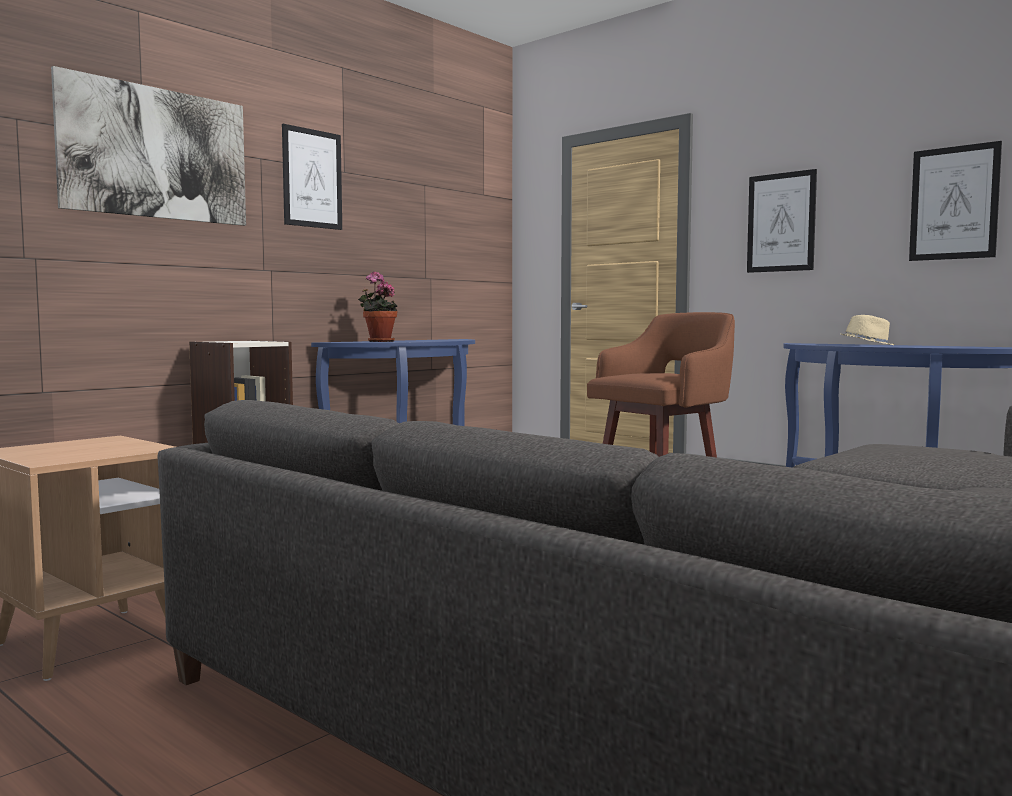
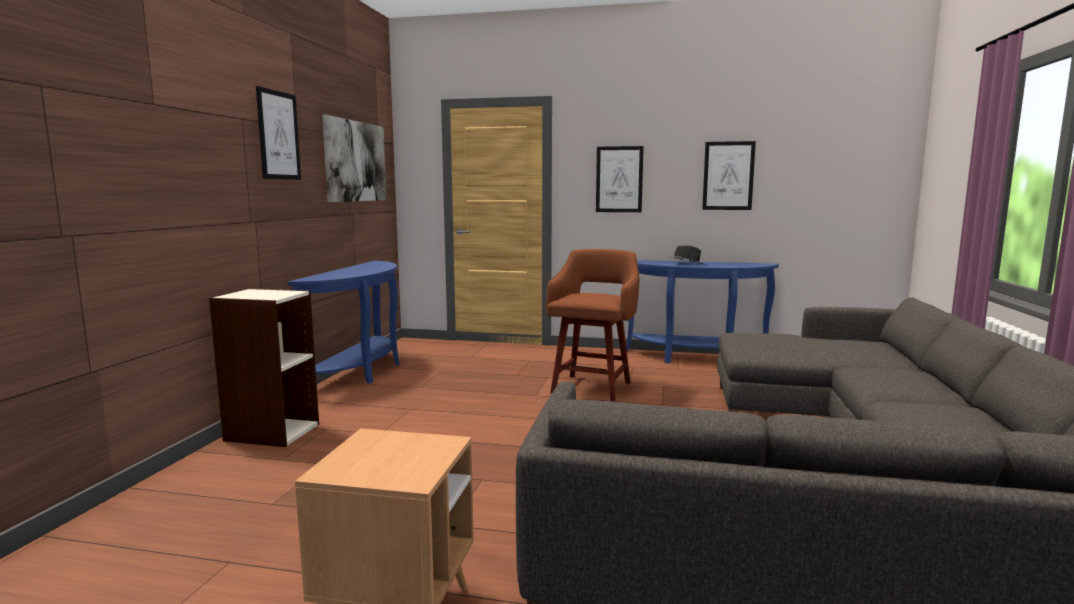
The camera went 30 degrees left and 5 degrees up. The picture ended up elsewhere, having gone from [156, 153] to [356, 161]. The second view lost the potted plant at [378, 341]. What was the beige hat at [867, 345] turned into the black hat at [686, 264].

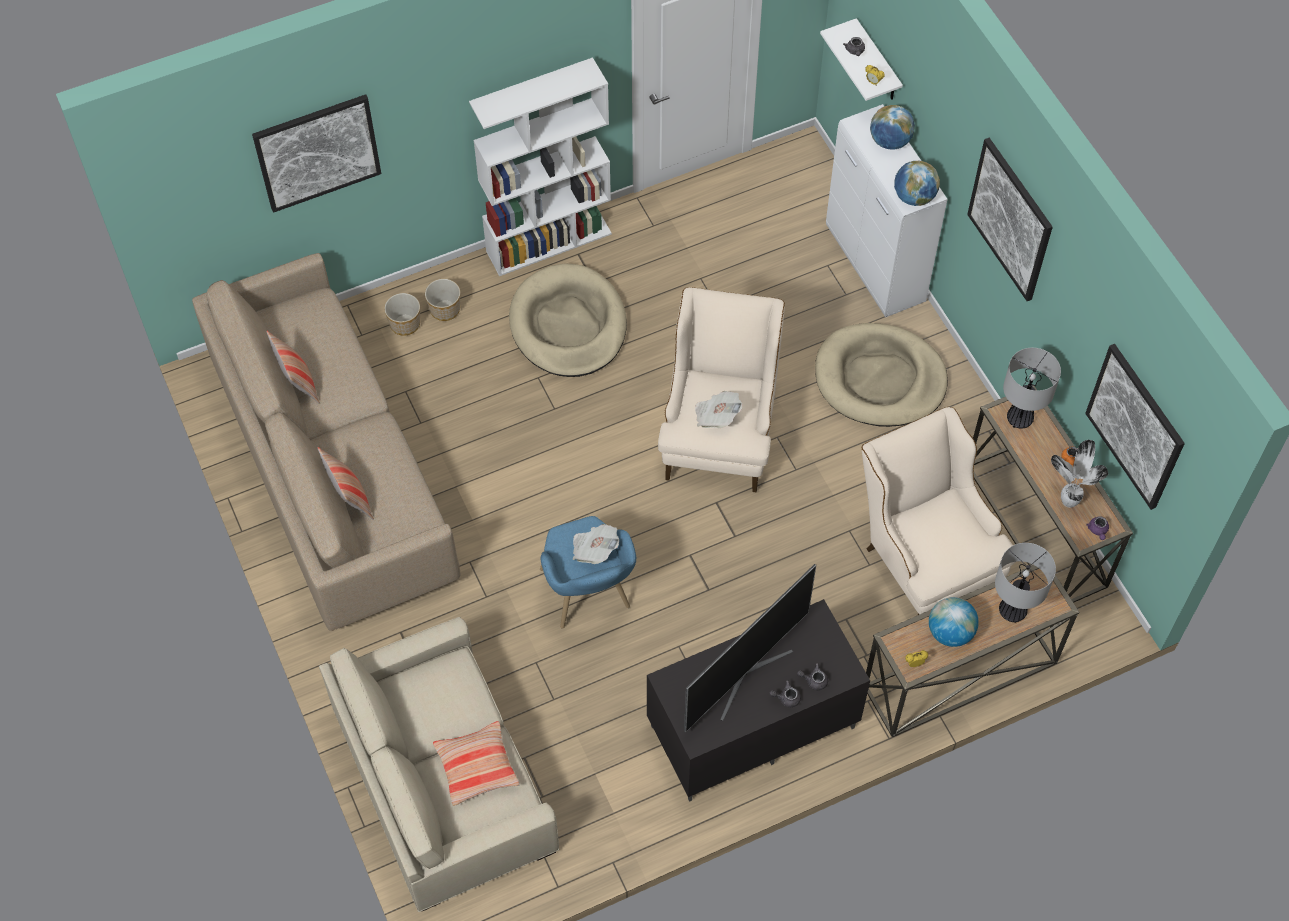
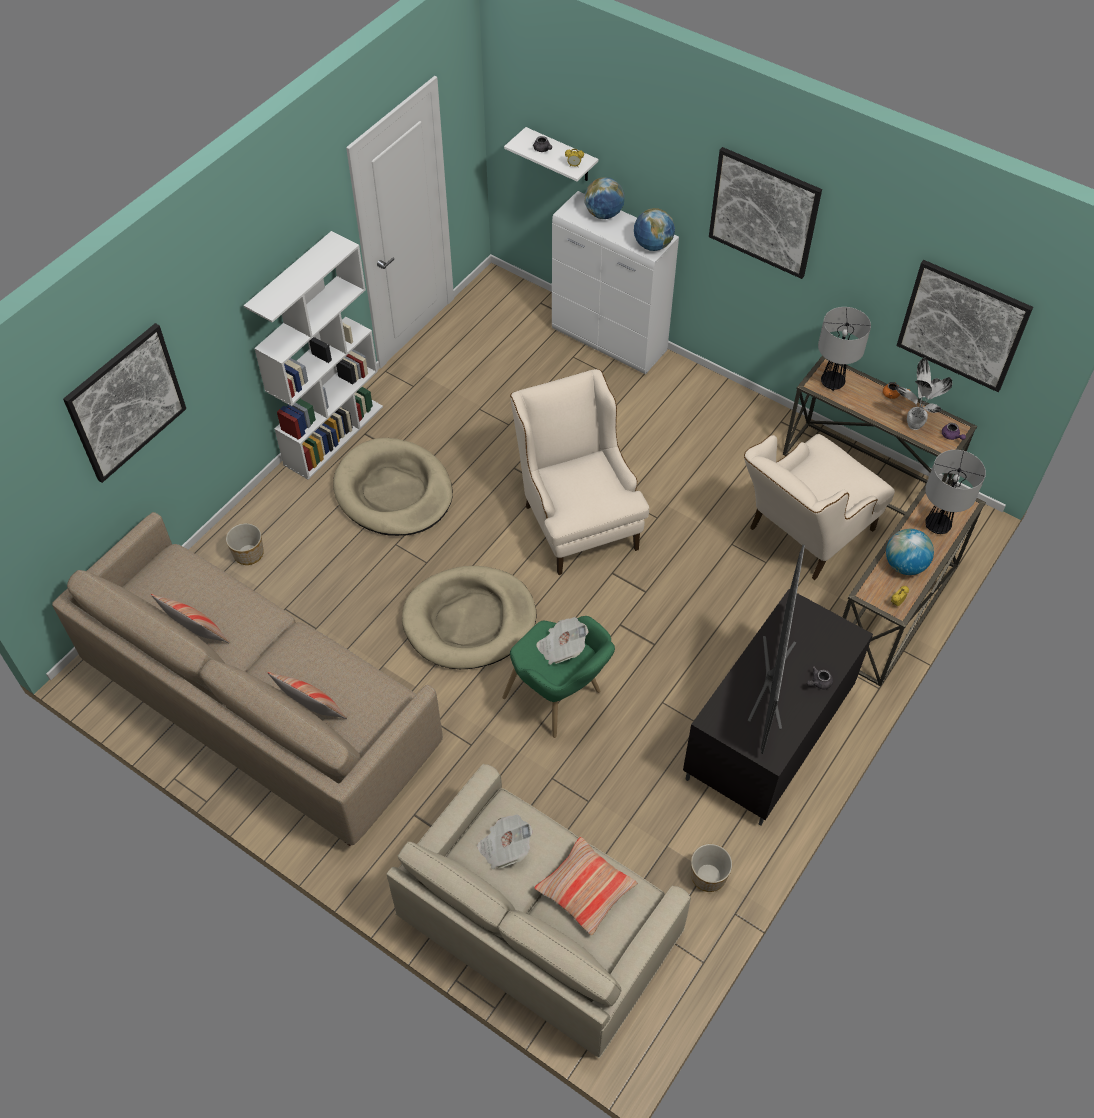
The camera went 30 degrees left and 5 degrees down. The planter ended up elsewhere, having gone from [444, 309] to [708, 876]. The beige dog bed ended up elsewhere, having gone from [879, 379] to [469, 620]. The newspaper ended up elsewhere, having gone from [716, 416] to [504, 847]. The beige armchair at [925, 557] ended up facing another way, 75 degrees counterclockwise from before. What was the blue armchair at [588, 599] turned into the green armchair at [561, 702]. The second view lost the grey teapot at [813, 680].

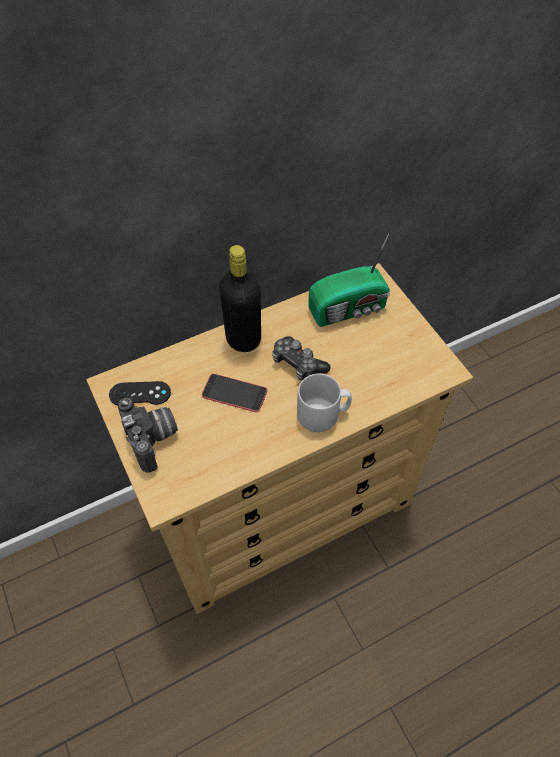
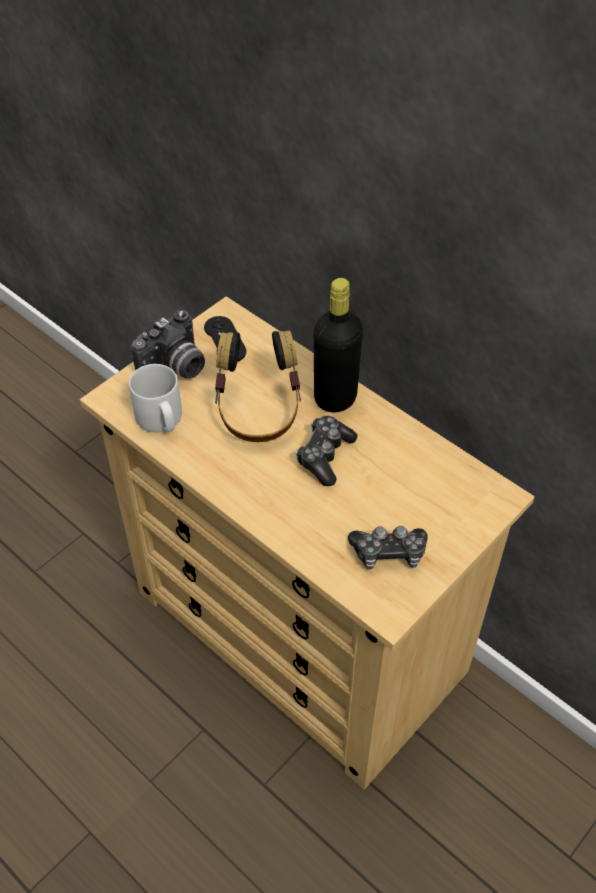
The camera went 70 degrees right and 5 degrees down. The second view lost the radio at [350, 309]. Where the phone stood at [234, 393], the headphones came to stand at [258, 412]. The grey mug ended up elsewhere, having gone from [323, 414] to [161, 420]. The second view gained the game controller at [388, 553].

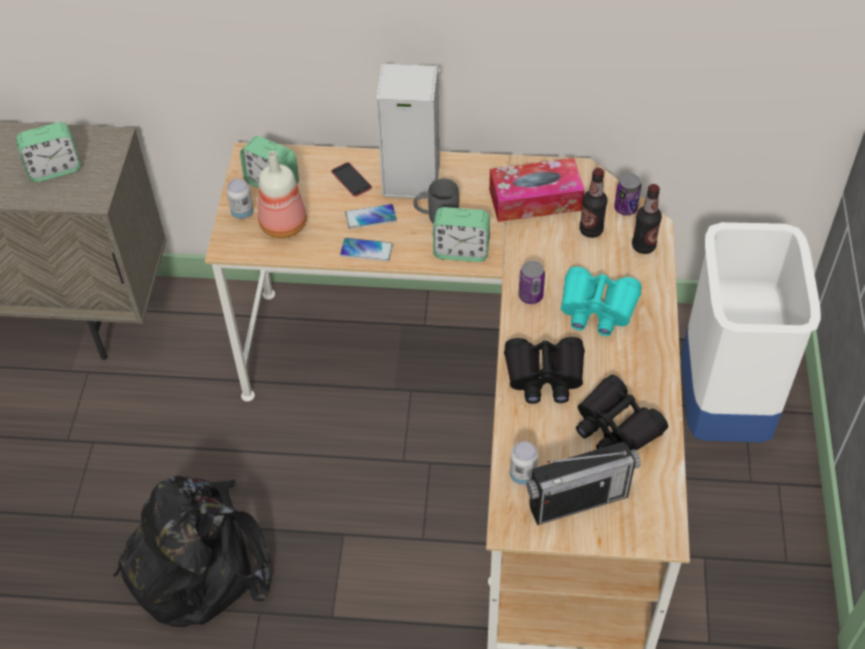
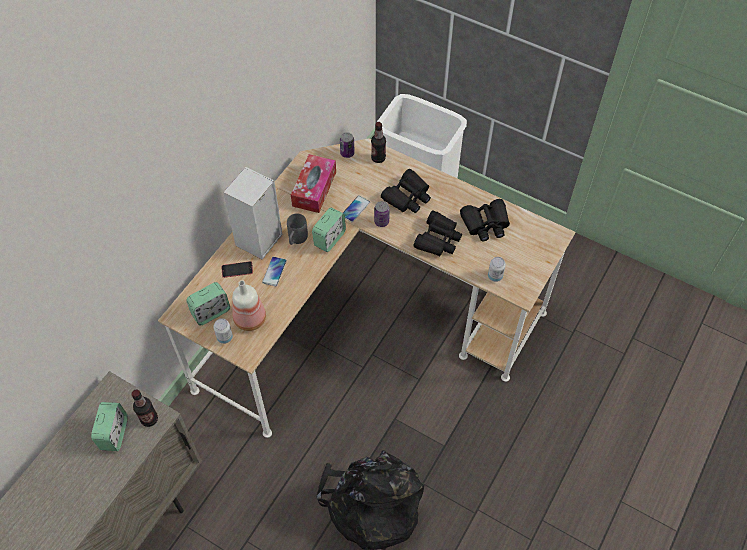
The camera went 65 degrees left and 5 degrees up. The bottle ended up elsewhere, having gone from [591, 230] to [149, 419]. The phone ended up elsewhere, having gone from [366, 250] to [355, 209]. What was the turquoise binoculars at [597, 308] turned into the black binoculars at [407, 197]. The second view lost the radio at [578, 501].

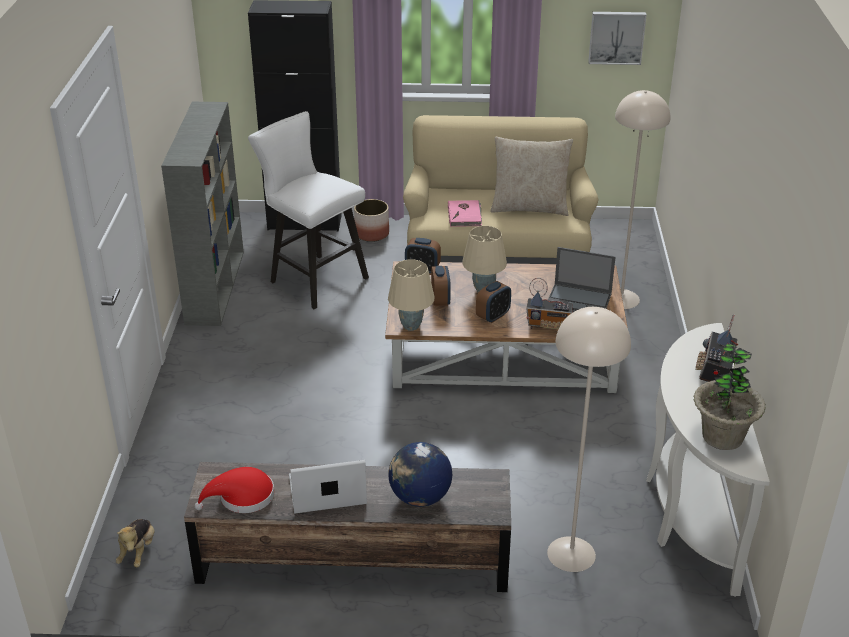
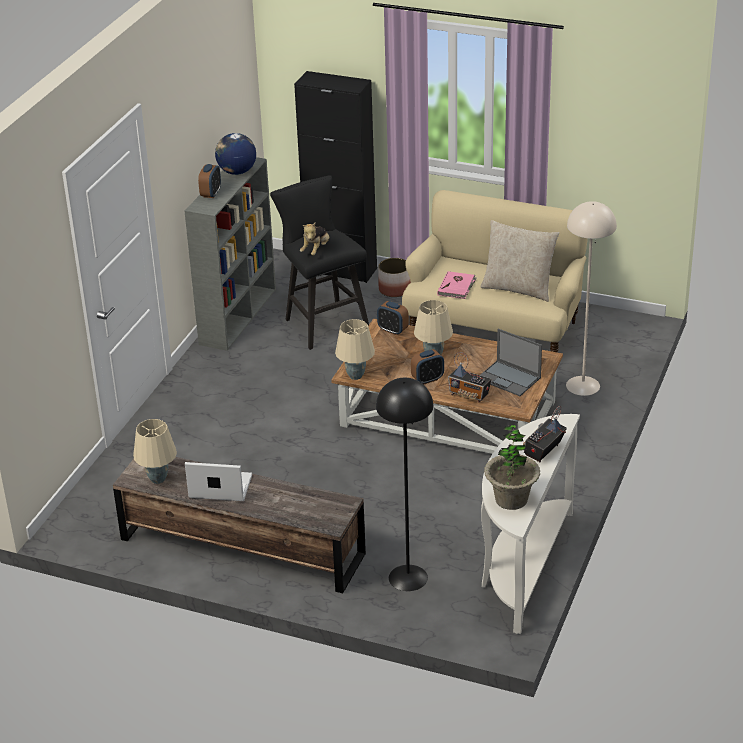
The camera went 20 degrees right and 0 degrees up. The second view lost the picture at [616, 37]. What was the white stool at [313, 278] turned into the black stool at [323, 322]. The alarm clock ended up elsewhere, having gone from [440, 300] to [211, 194]. What was the beige floor lamp at [570, 554] turned into the black floor lamp at [407, 578]. The globe ended up elsewhere, having gone from [420, 497] to [236, 172]. Where the red hat stood at [242, 497], the beige table lamp came to stand at [158, 479]. The plush toy ended up elsewhere, having gone from [138, 551] to [316, 250].

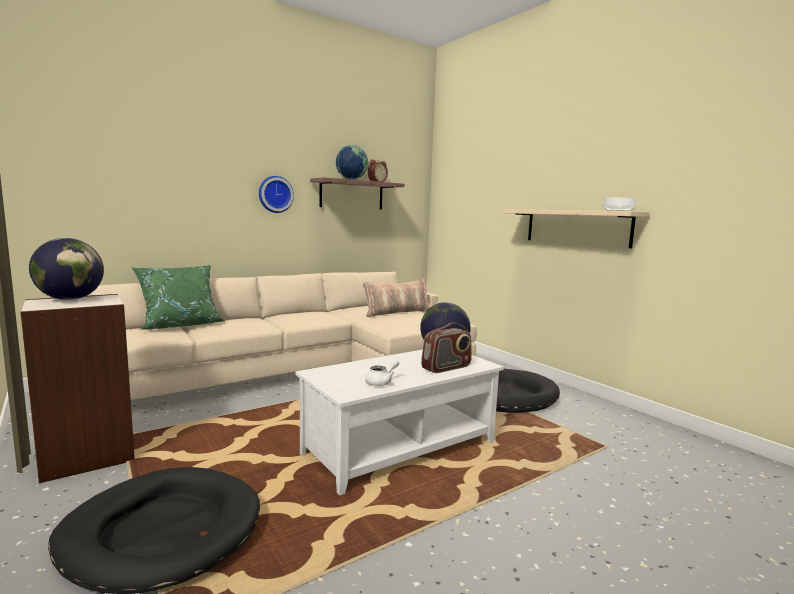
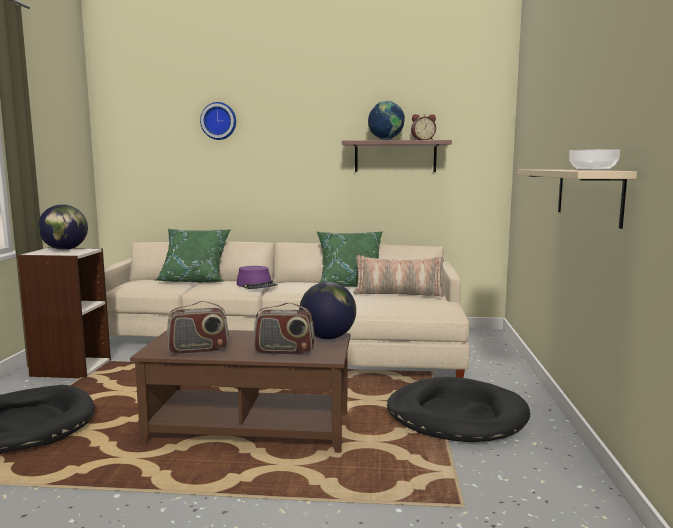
The camera went 40 degrees right and 0 degrees up. The wall clock ended up elsewhere, having gone from [275, 194] to [219, 121]. What was the white coffee table at [399, 448] turned into the brown coffee table at [250, 427]. Where the white teapot stood at [382, 382], the radio came to stand at [198, 350]. The second view gained the green pillow at [351, 285]. The second view gained the purple hat at [257, 285].

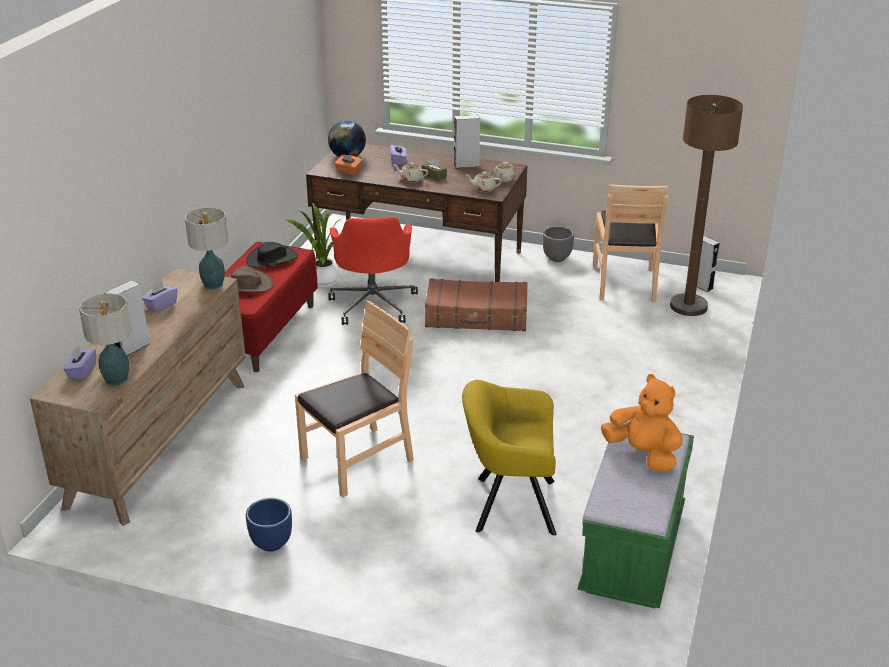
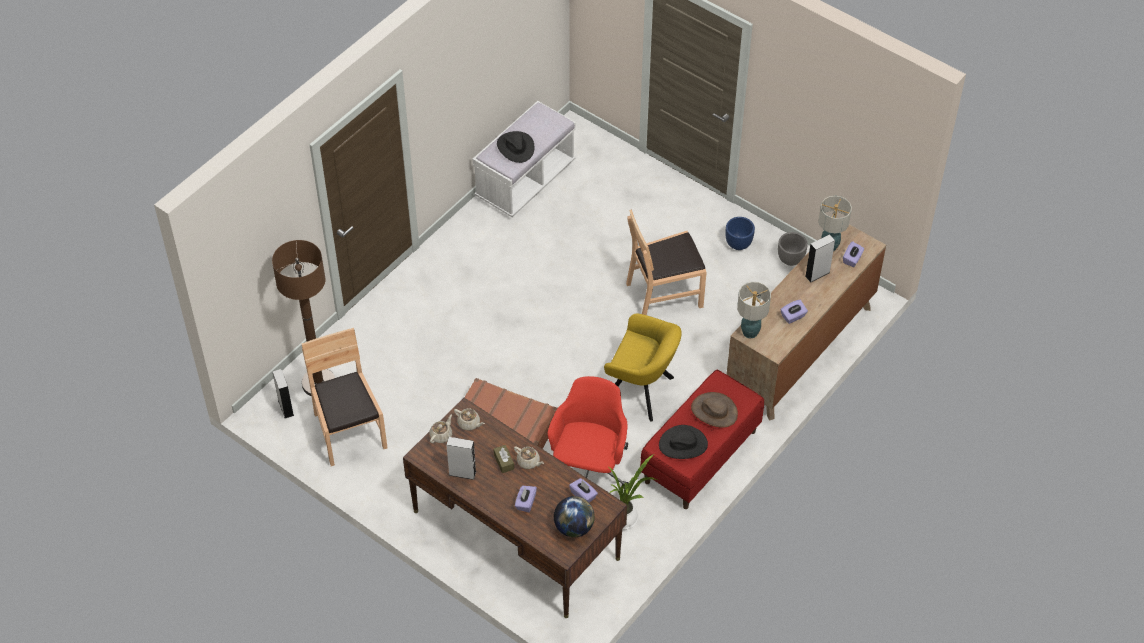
The camera went 160 degrees left and 20 degrees up. What was the orange tissue box at [348, 172] turned into the purple tissue box at [583, 495]. The brown chair at [624, 283] ended up facing another way, 45 degrees counterclockwise from before. The grey planter ended up elsewhere, having gone from [556, 258] to [791, 260]. Where the orange plush toy stood at [643, 454], the black hat came to stand at [515, 147]. The yellow armchair ended up elsewhere, having gone from [509, 504] to [641, 392]. What was the green bench at [633, 551] turned into the white bench at [525, 181].

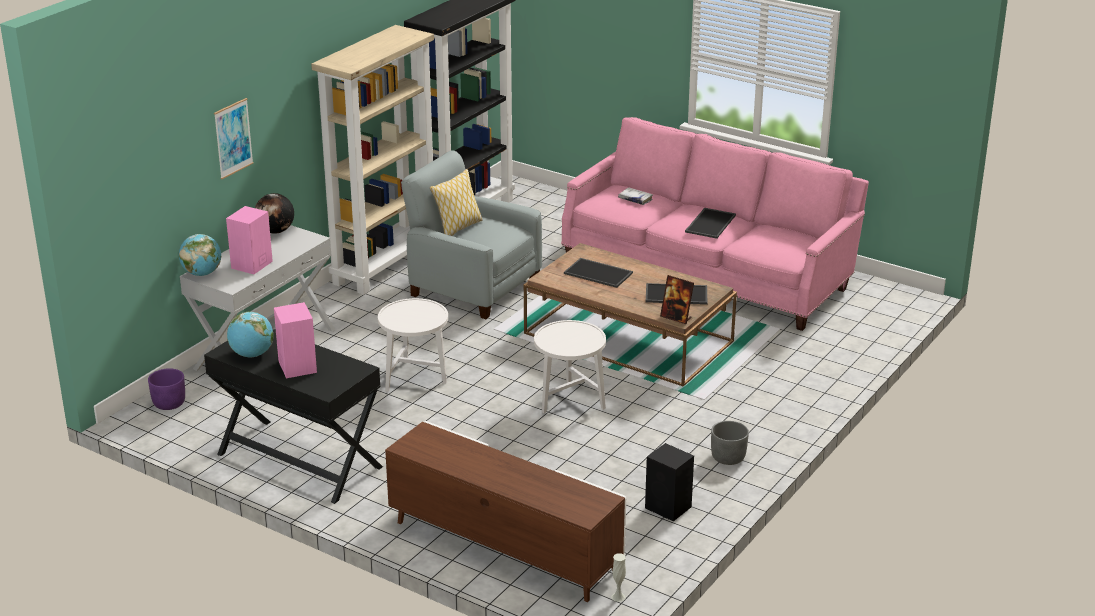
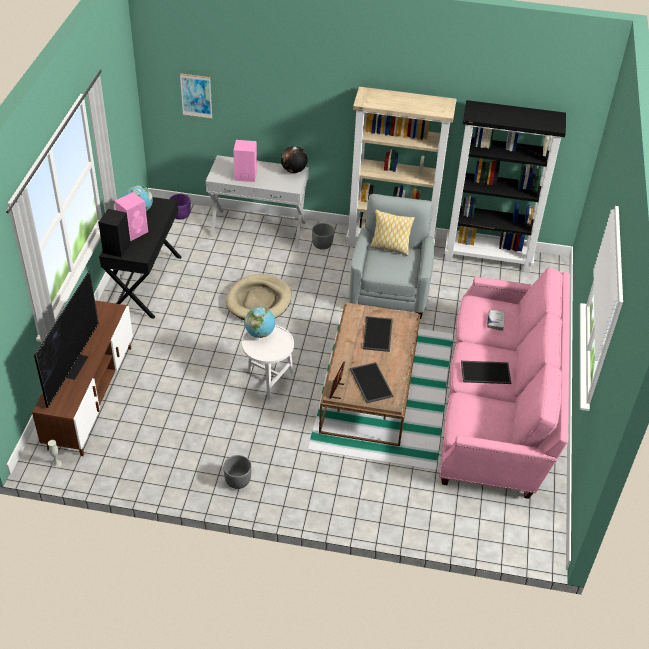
The camera went 65 degrees right and 15 degrees up. The picture ended up elsewhere, having gone from [233, 138] to [196, 96]. The globe ended up elsewhere, having gone from [202, 273] to [260, 333]. Where the white side table stood at [415, 378], the beige dog bed came to stand at [259, 301]. The black speaker ended up elsewhere, having gone from [669, 508] to [116, 249]. The second view gained the grey planter at [322, 244]. The second view gained the television at [73, 365].

